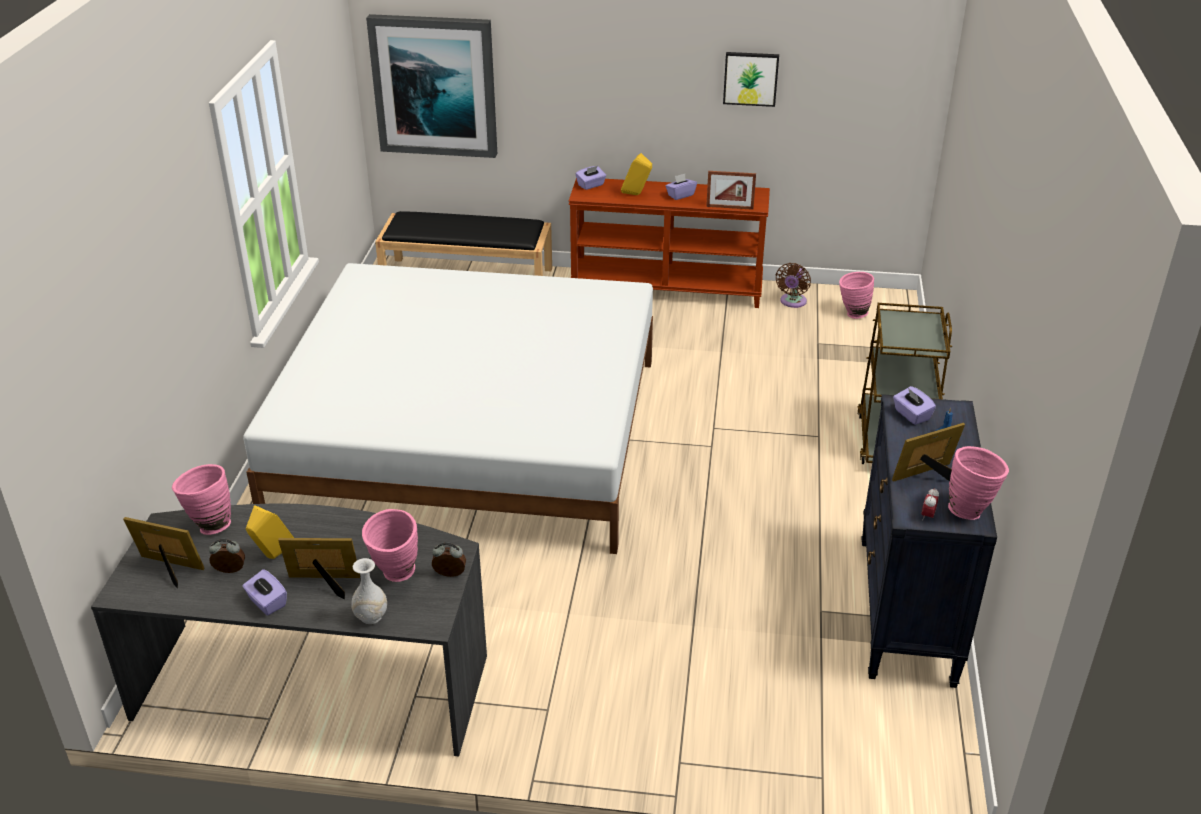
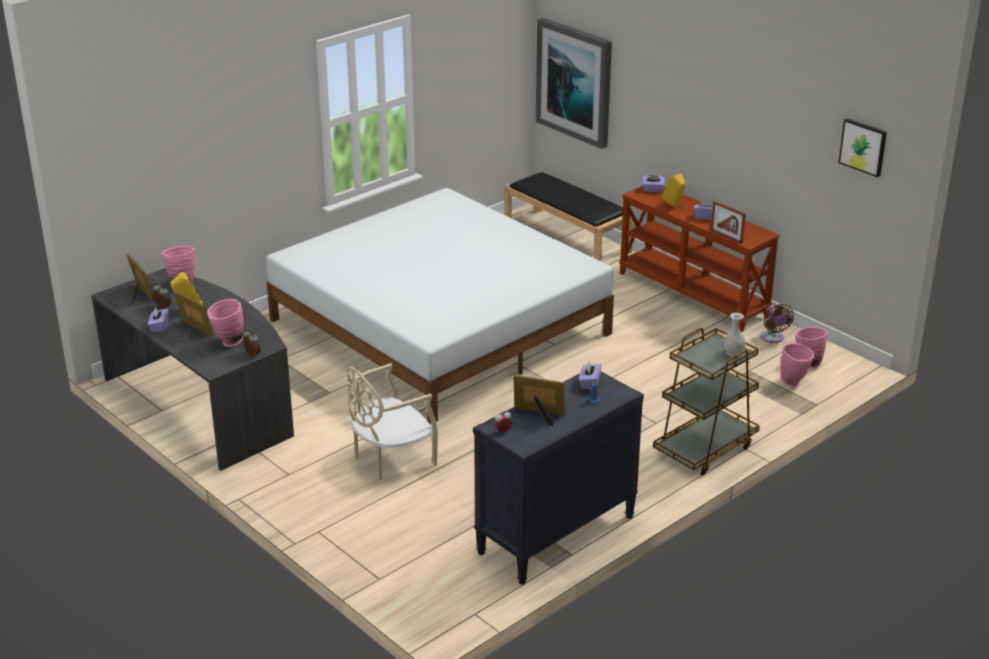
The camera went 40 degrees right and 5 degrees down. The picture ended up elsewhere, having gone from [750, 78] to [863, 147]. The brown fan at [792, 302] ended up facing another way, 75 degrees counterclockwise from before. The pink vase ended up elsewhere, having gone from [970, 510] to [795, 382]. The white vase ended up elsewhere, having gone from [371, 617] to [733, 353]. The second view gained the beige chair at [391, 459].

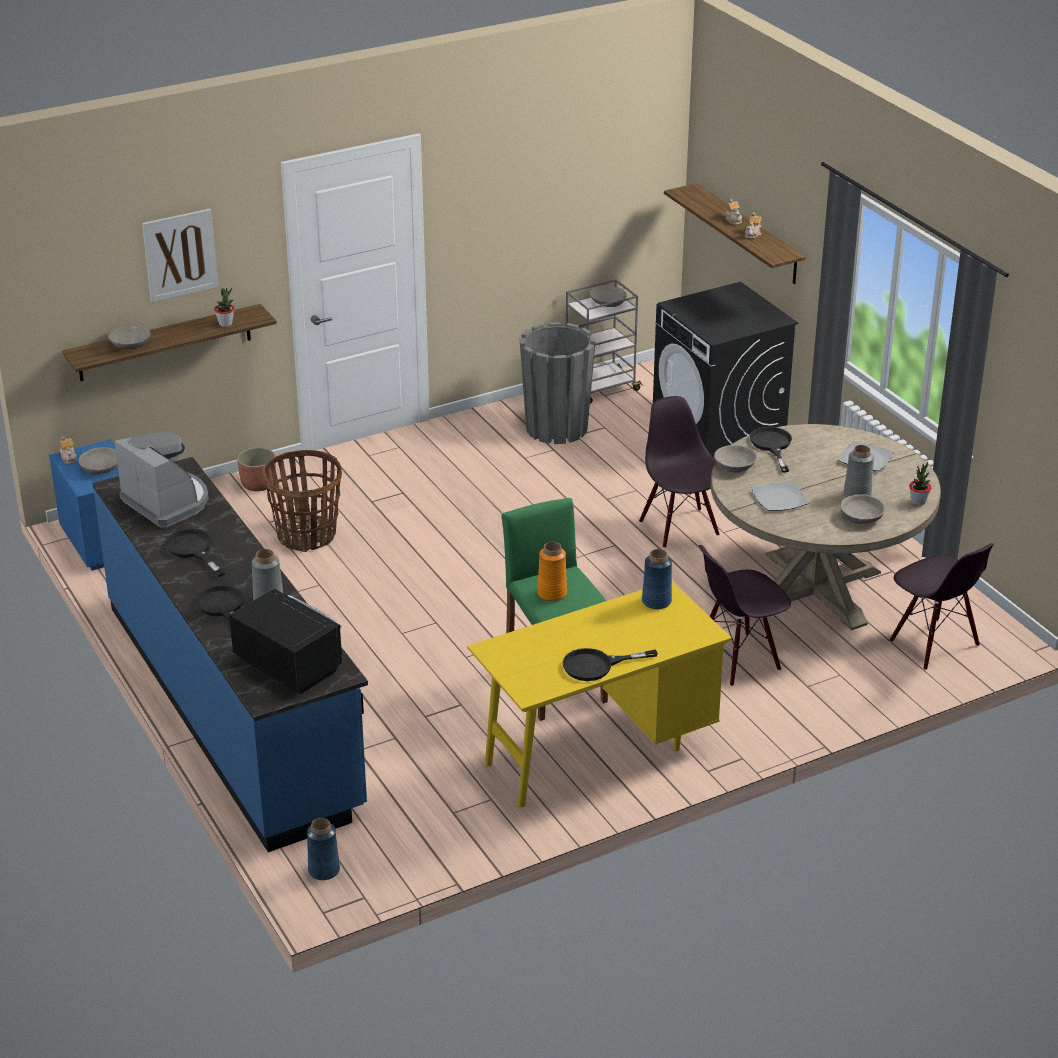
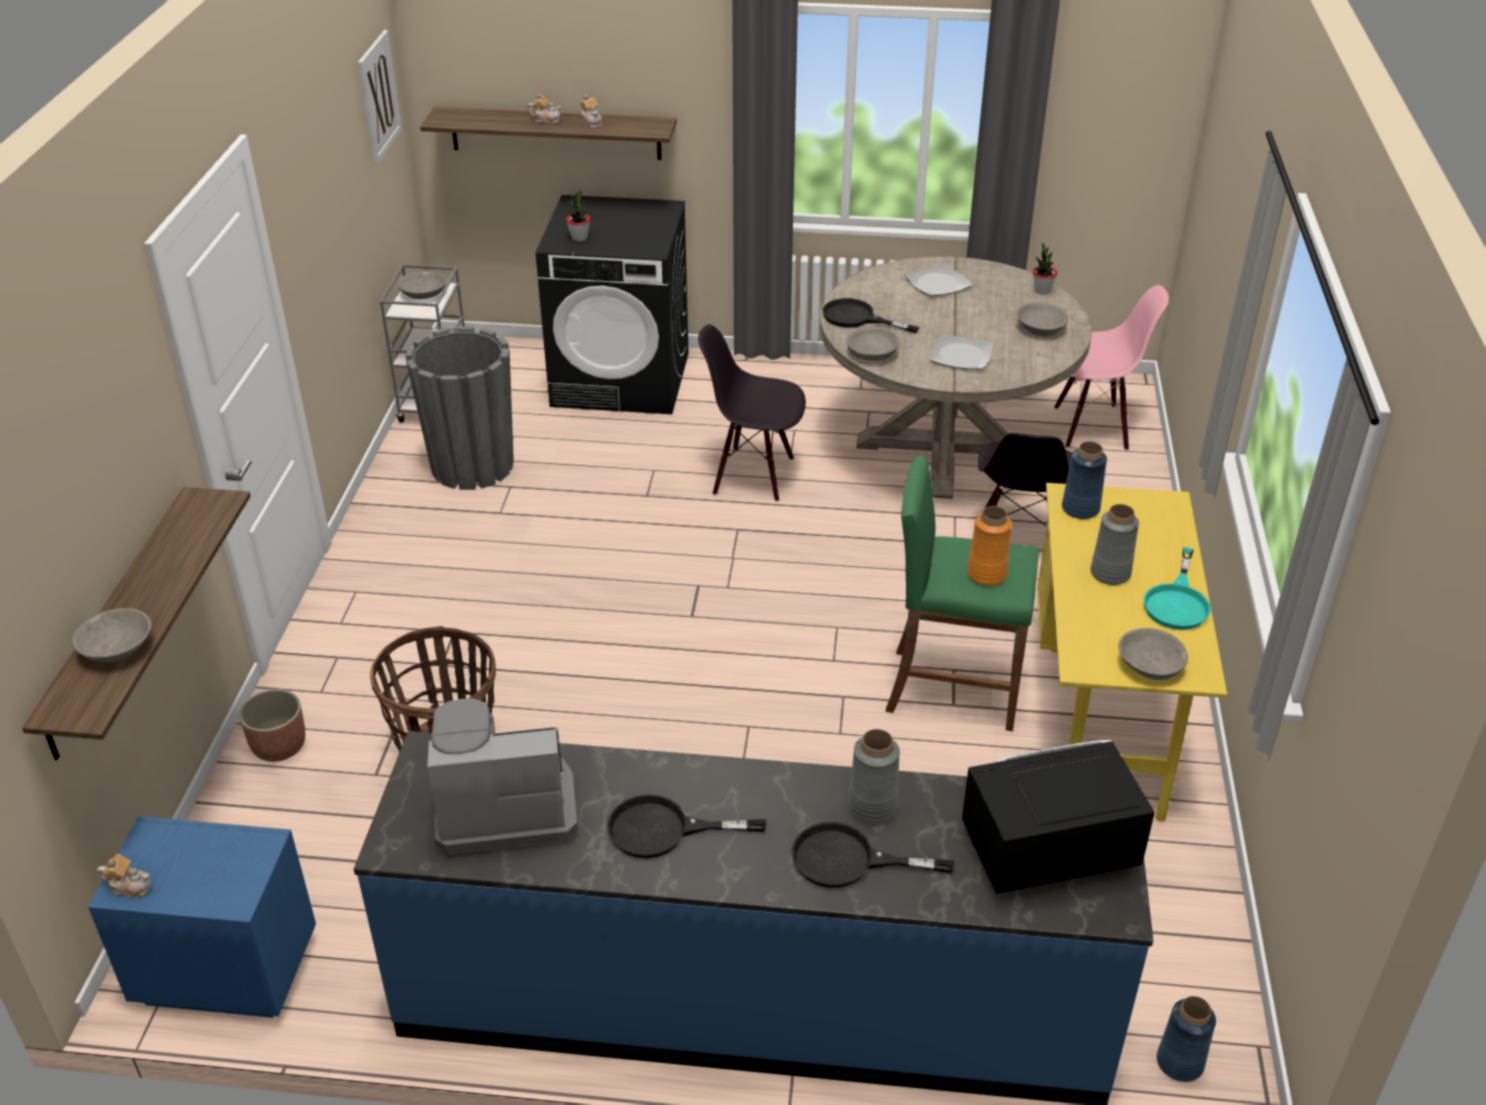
The camera went 55 degrees left and 5 degrees up. The picture ended up elsewhere, having gone from [180, 255] to [378, 97]. The potted plant ended up elsewhere, having gone from [225, 324] to [579, 237]. The grey vase ended up elsewhere, having gone from [857, 494] to [1110, 573]. The grey bowl ended up elsewhere, having gone from [101, 468] to [1150, 665]. What was the black chair at [933, 644] turned into the pink chair at [1091, 427]. What was the black frying pan at [597, 665] turned into the turquoise frying pan at [1177, 601].

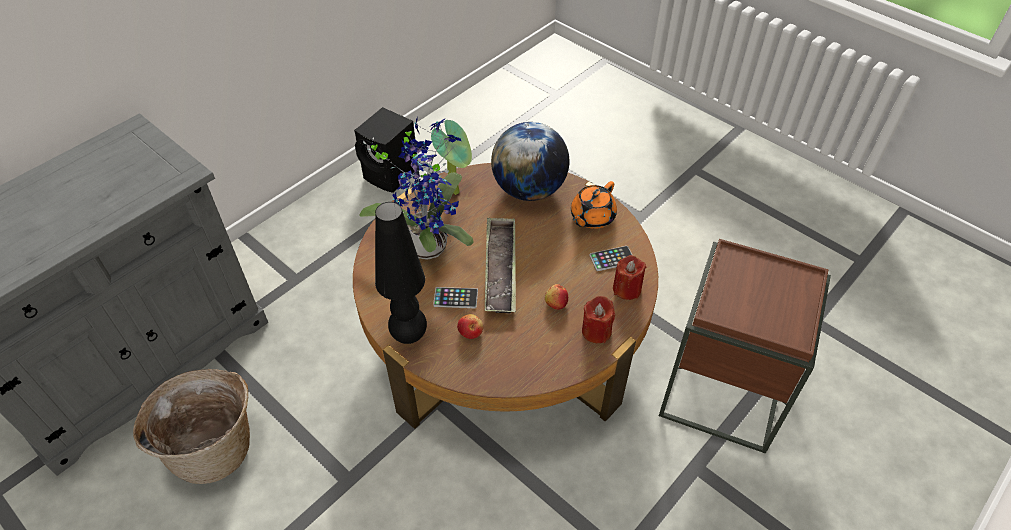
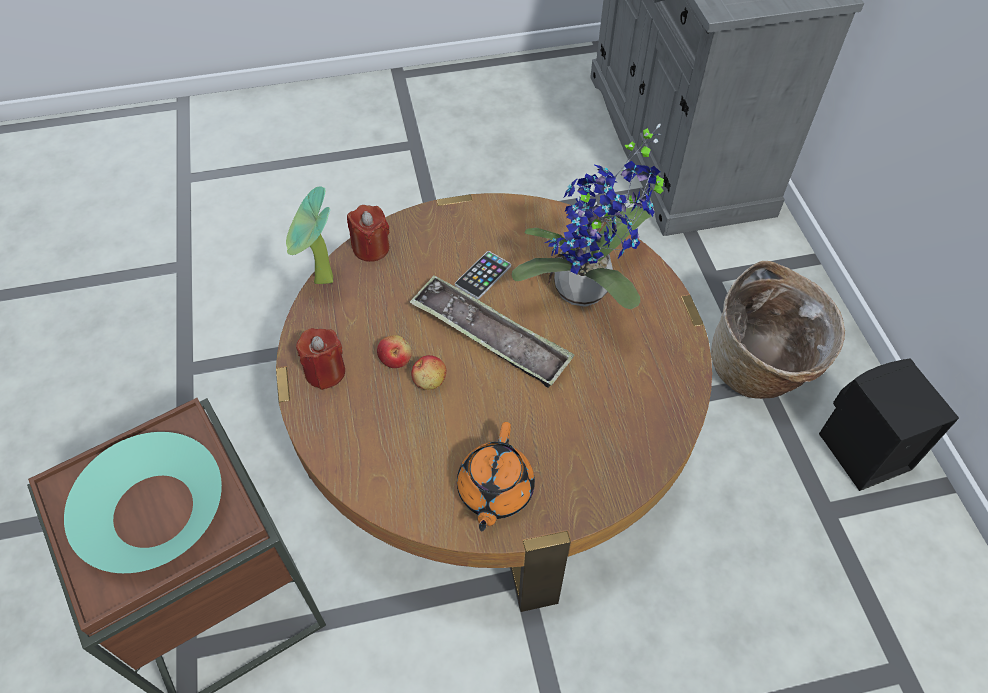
The camera went 125 degrees right and 5 degrees up. The potted plant ended up elsewhere, having gone from [456, 190] to [322, 283]. The second view lost the globe at [529, 189]. The orange teapot at [591, 217] ended up facing another way, 150 degrees counterclockwise from before. The second view lost the black table lamp at [409, 336]. The second view lost the phone at [612, 259]. The red candle ended up elsewhere, having gone from [626, 289] to [371, 248]. The apple ended up elsewhere, having gone from [470, 332] to [430, 380]. The basket ended up elsewhere, having gone from [214, 446] to [760, 369]. The second view gained the turquoise bowl at [154, 510].

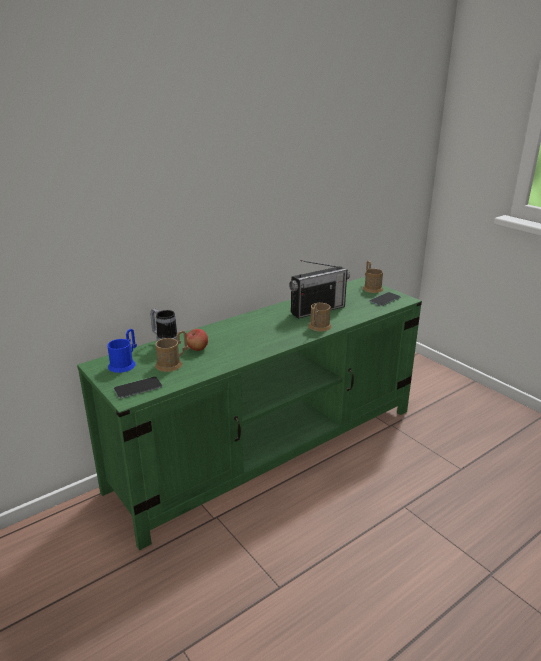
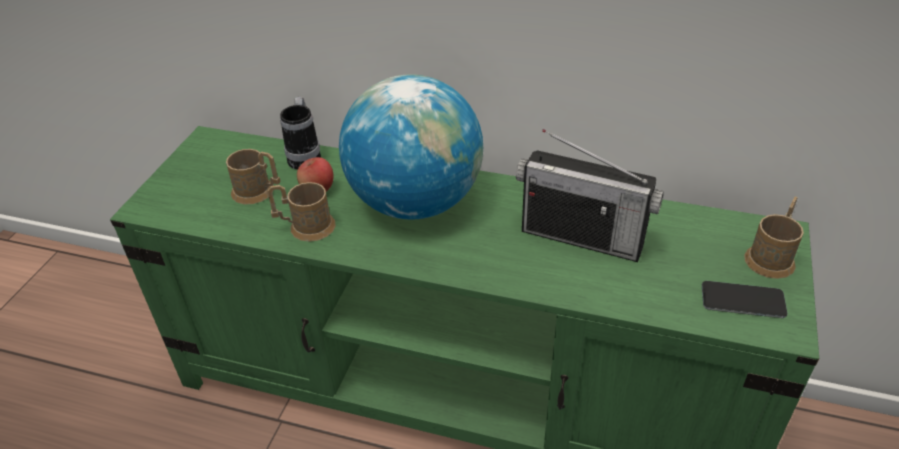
The camera went 55 degrees right and 15 degrees up. The brown mug ended up elsewhere, having gone from [318, 327] to [305, 227]. The second view lost the blue mug at [124, 363]. The second view lost the phone at [138, 388]. The second view gained the globe at [415, 202].

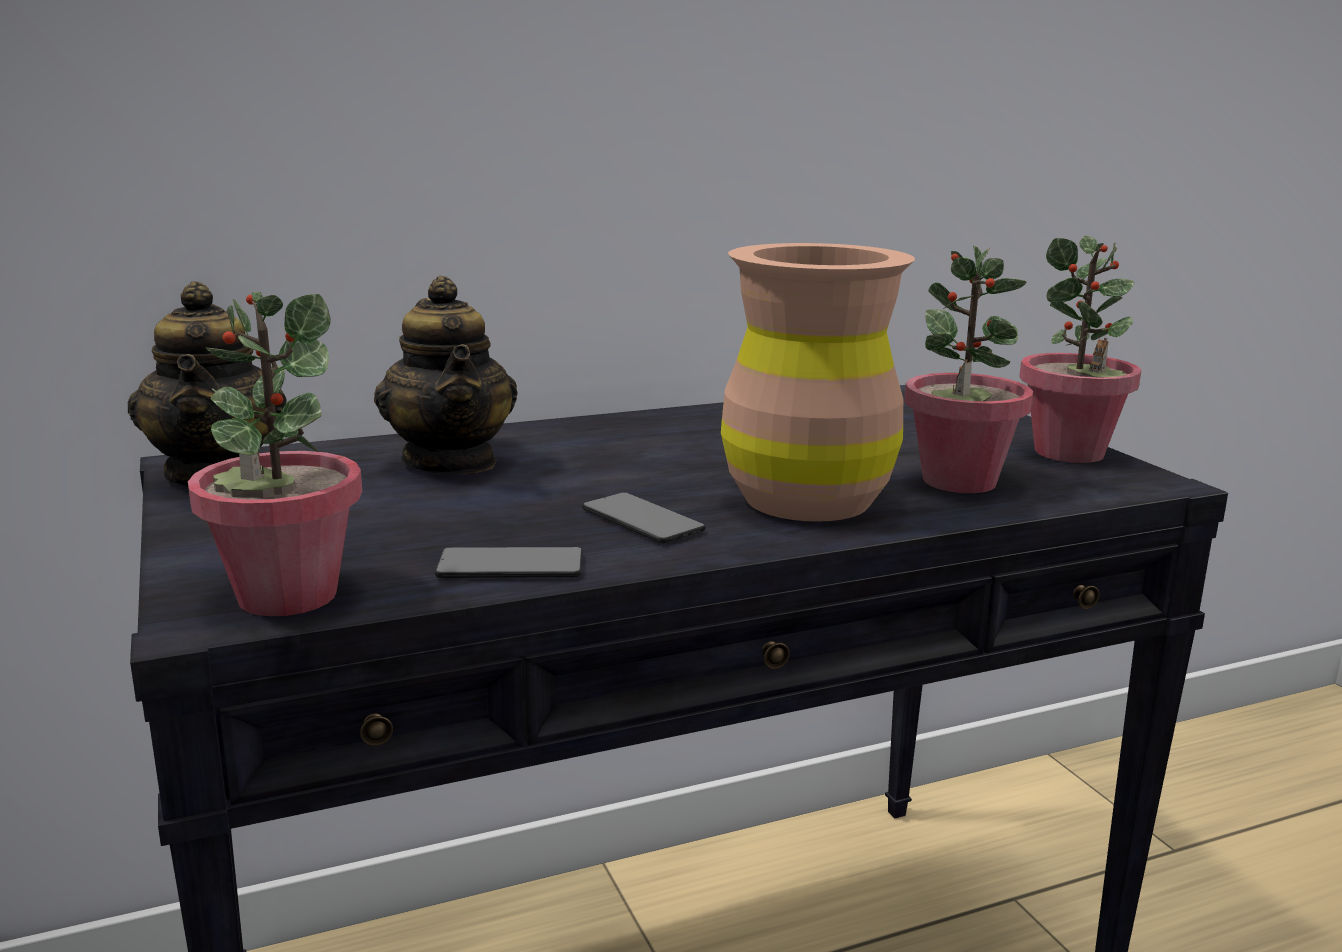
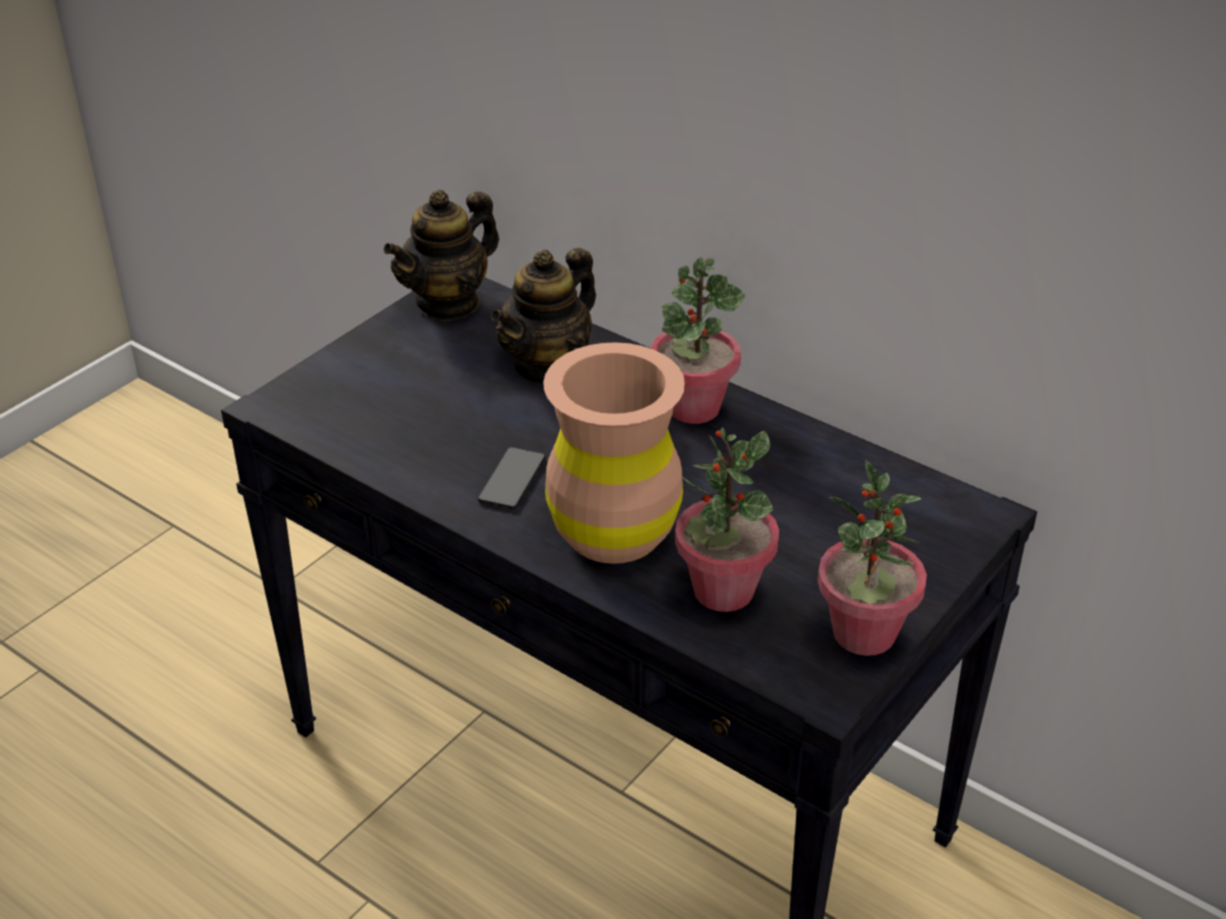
The camera went 60 degrees right and 20 degrees up. The potted plant ended up elsewhere, having gone from [286, 595] to [693, 407]. The second view lost the phone at [510, 566].

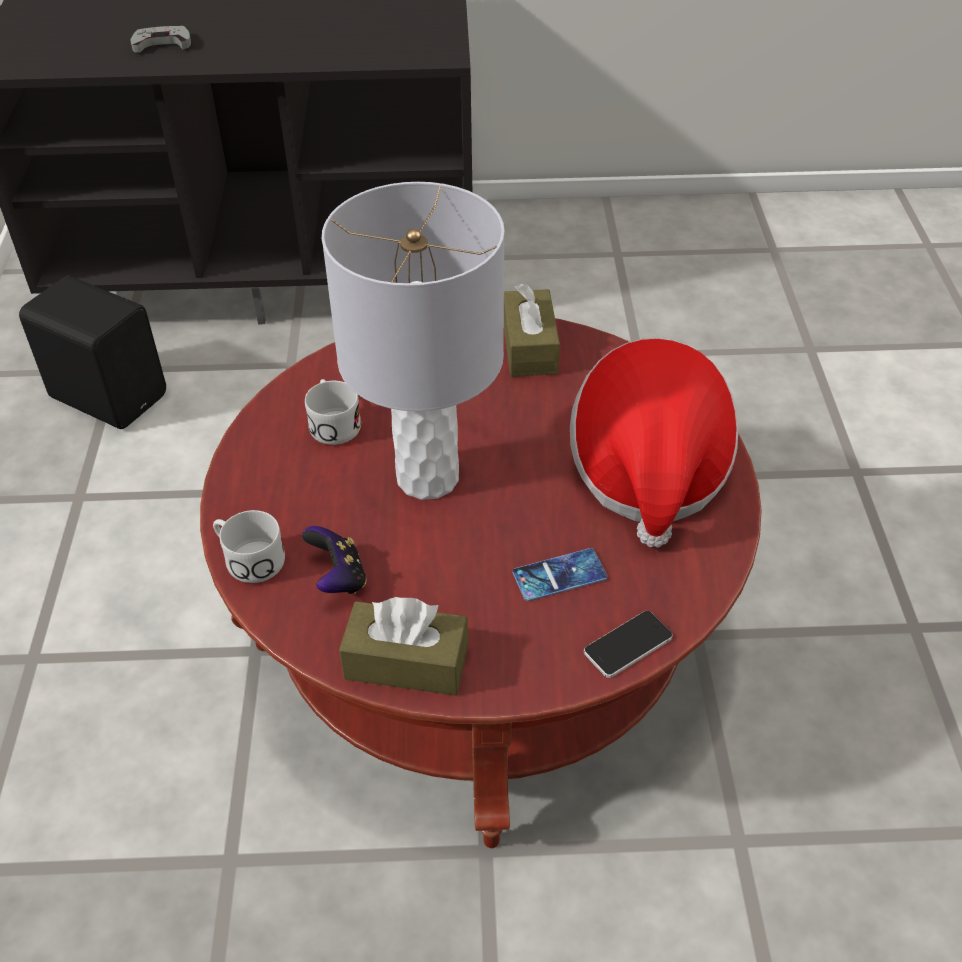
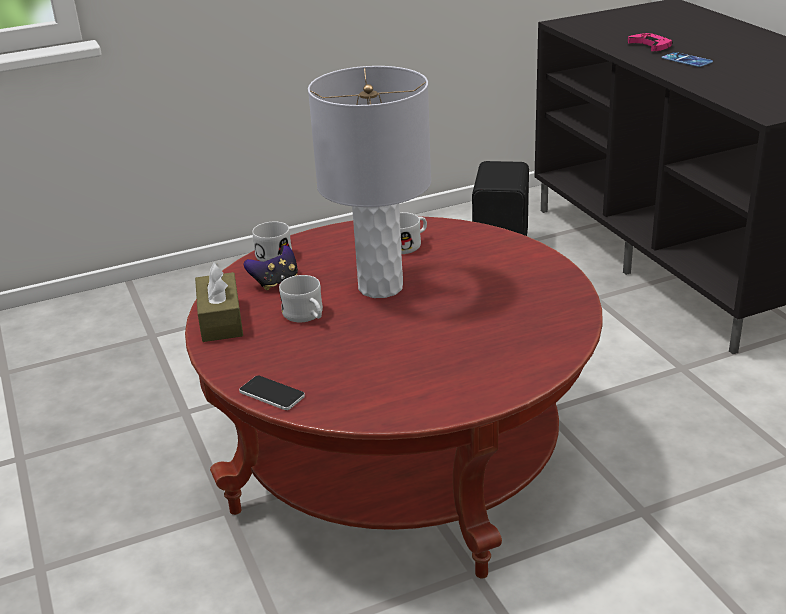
The camera went 70 degrees right and 15 degrees down. What was the grey game controller at [162, 44] turned into the pink game controller at [650, 46]. The second view lost the brown tissue box at [529, 347]. The second view lost the hat at [648, 472]. The phone ended up elsewhere, having gone from [559, 575] to [686, 60]. The second view gained the white mug at [306, 316].

